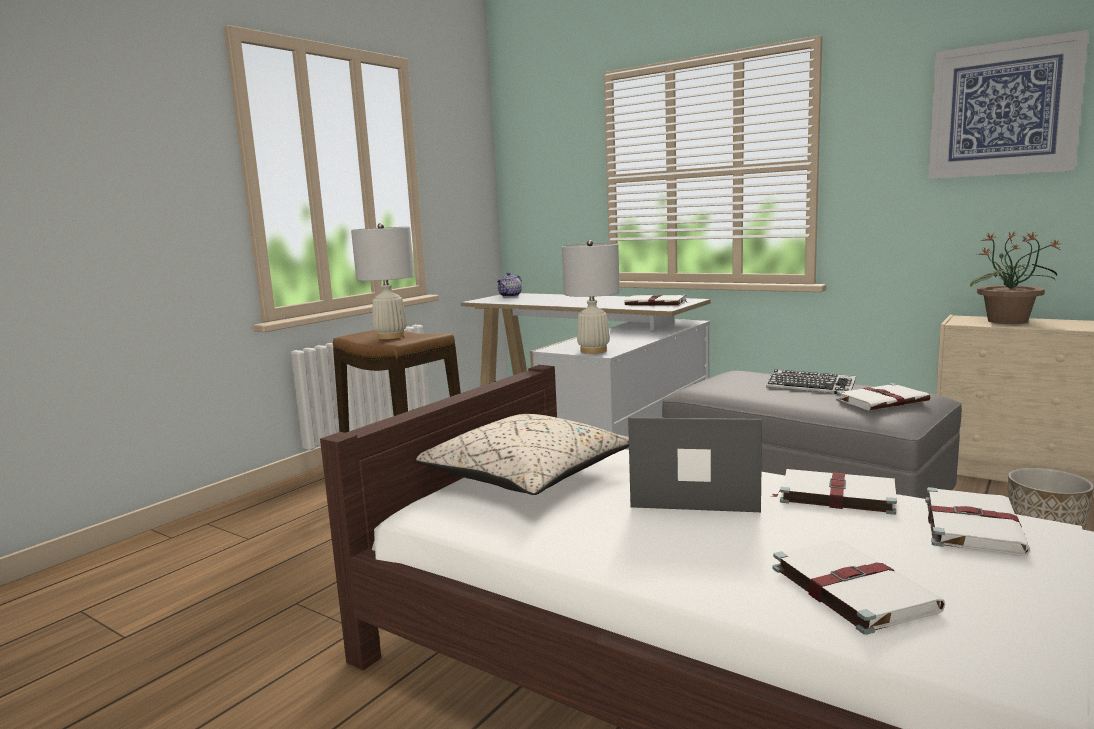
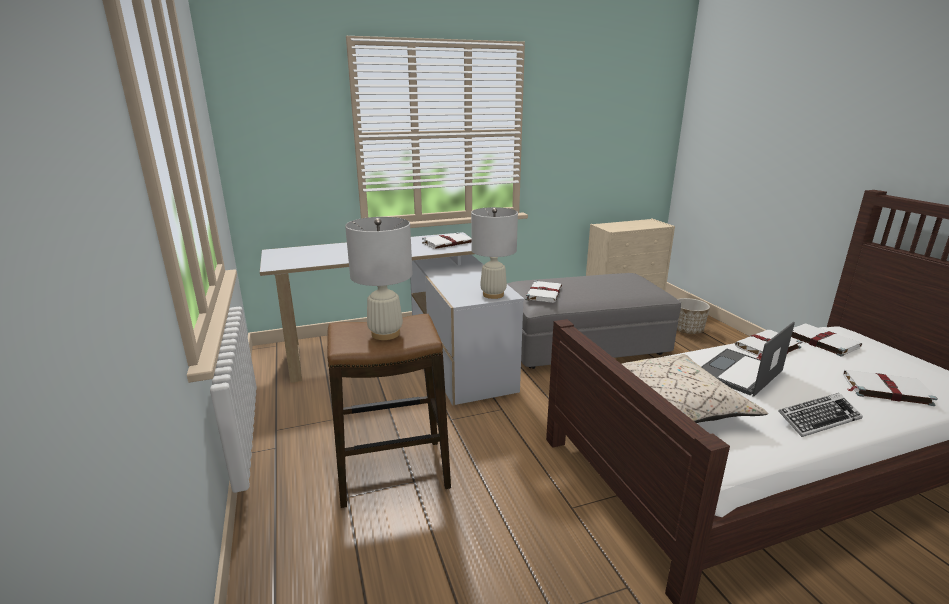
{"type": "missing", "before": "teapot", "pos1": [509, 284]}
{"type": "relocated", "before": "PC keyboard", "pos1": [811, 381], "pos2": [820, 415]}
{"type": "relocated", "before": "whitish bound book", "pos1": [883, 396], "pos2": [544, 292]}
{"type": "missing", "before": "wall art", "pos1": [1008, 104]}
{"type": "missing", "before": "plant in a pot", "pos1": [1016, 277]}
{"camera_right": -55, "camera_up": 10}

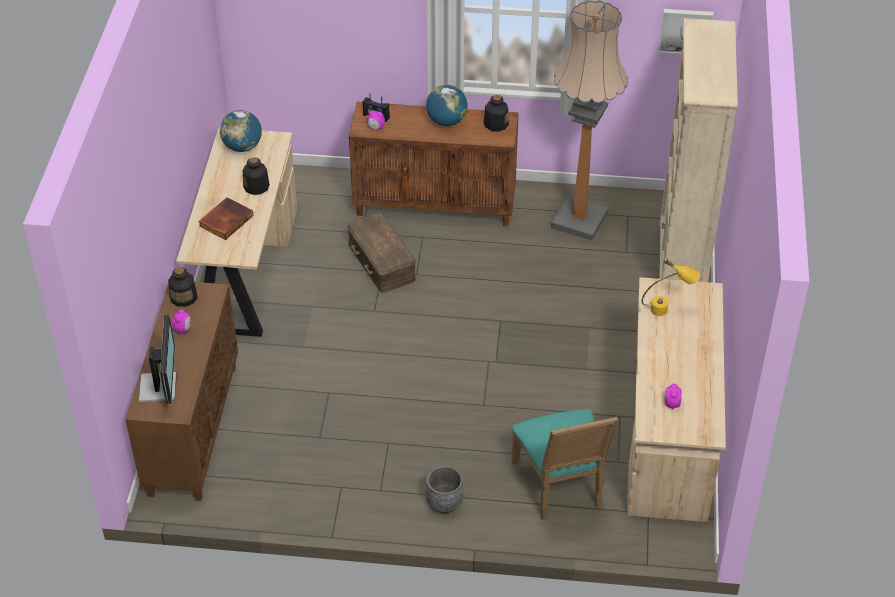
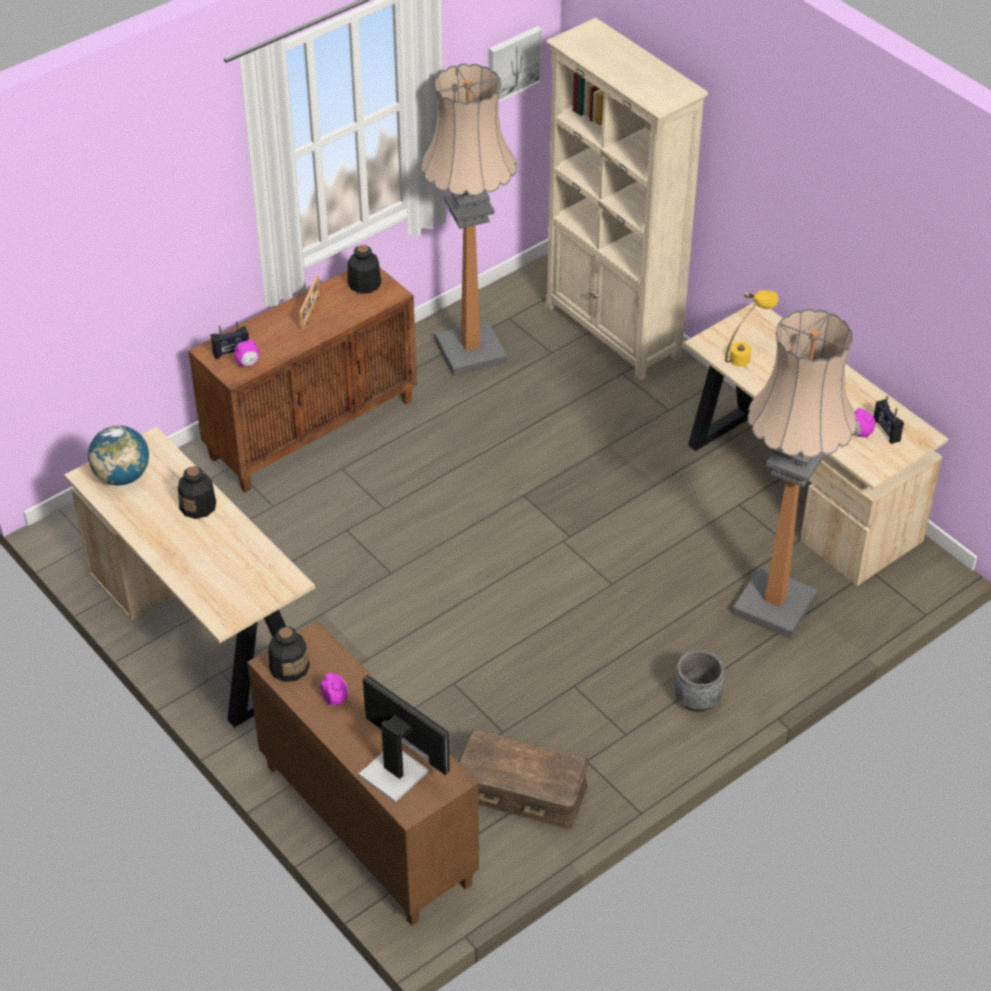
{"type": "missing", "before": "bound book", "pos1": [226, 218]}
{"type": "relocated", "before": "brown-coloured storage container", "pos1": [381, 253], "pos2": [523, 779]}
{"type": "exchanged", "before": "desk globe", "after": "picture frame", "pos1": [446, 105], "pos2": [309, 303]}
{"type": "exchanged", "before": "blue-green plain chair", "after": "floor lamp", "pos1": [565, 464], "pos2": [794, 474]}
{"type": "appeared", "after": "radio receiver", "pos2": [888, 420]}
{"camera_right": -45, "camera_up": 0}

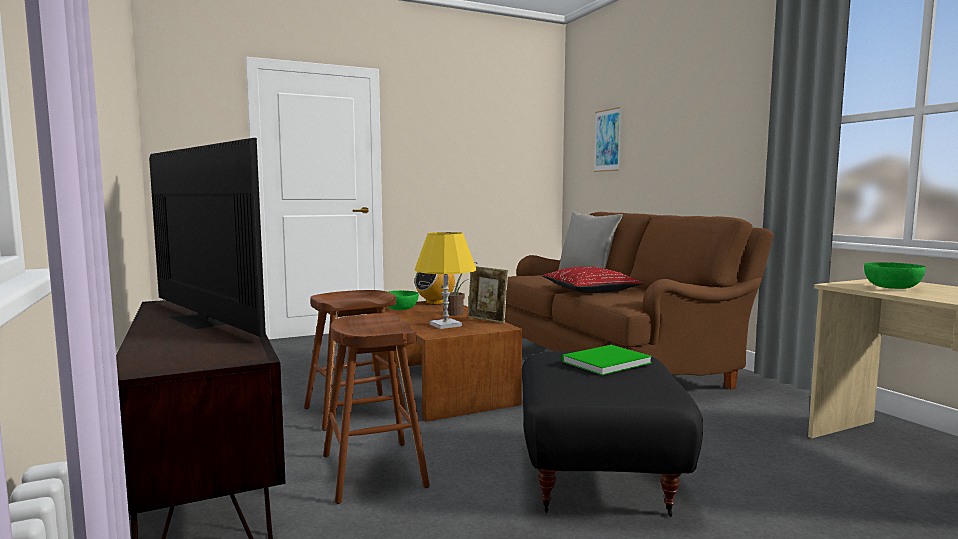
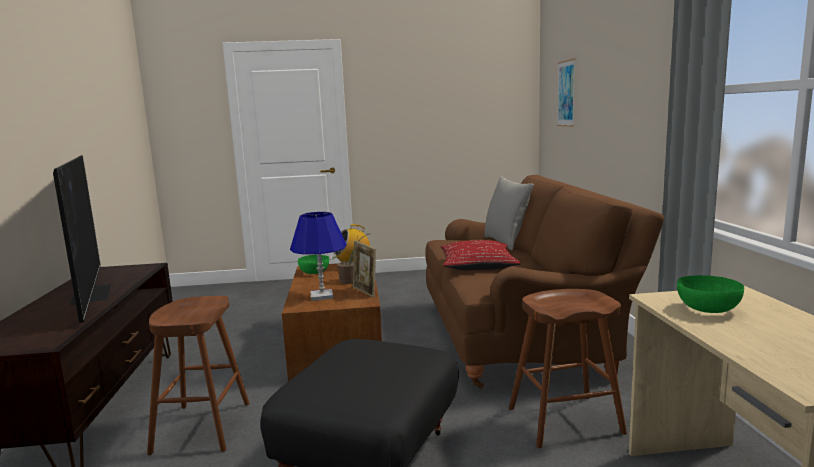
{"type": "relocated", "before": "brown-coloured stool", "pos1": [355, 360], "pos2": [568, 368]}
{"type": "colour", "before": "yellow lamp for a table", "after": "blue-coloured lamp for a table", "pos1": [445, 280], "pos2": [318, 256]}
{"type": "missing", "before": "green bound book", "pos1": [606, 360]}
{"camera_right": 20, "camera_up": 5}

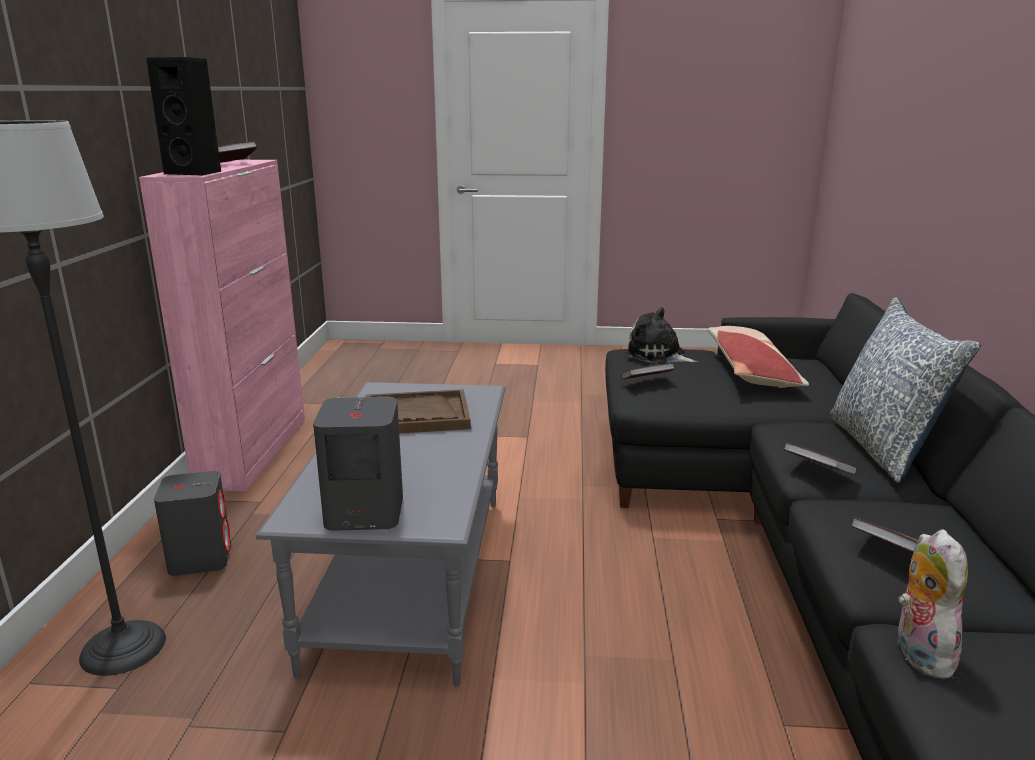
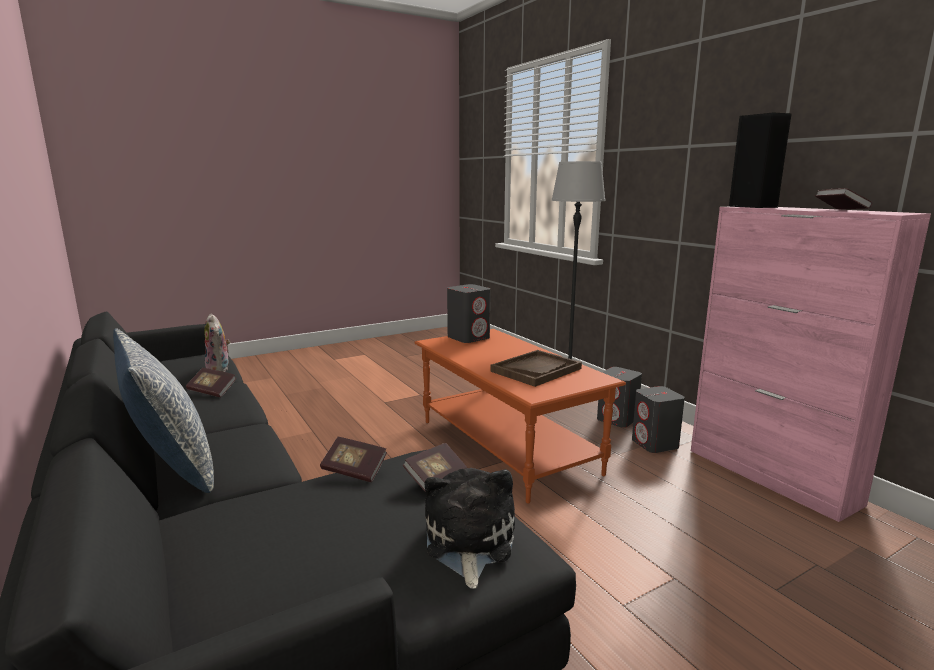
{"type": "colour", "before": "greyish coffee table", "after": "orange-coloured coffee table", "pos1": [380, 534], "pos2": [520, 416]}
{"type": "spun", "before": "soft toy", "pos1": [661, 335], "pos2": [470, 528], "turn": -90}
{"type": "missing", "before": "cushion", "pos1": [758, 357]}
{"type": "relocated", "before": "bound book", "pos1": [821, 458], "pos2": [353, 459]}
{"type": "appeared", "after": "greyish speaker", "pos2": [658, 419]}
{"camera_right": 145, "camera_up": -5}

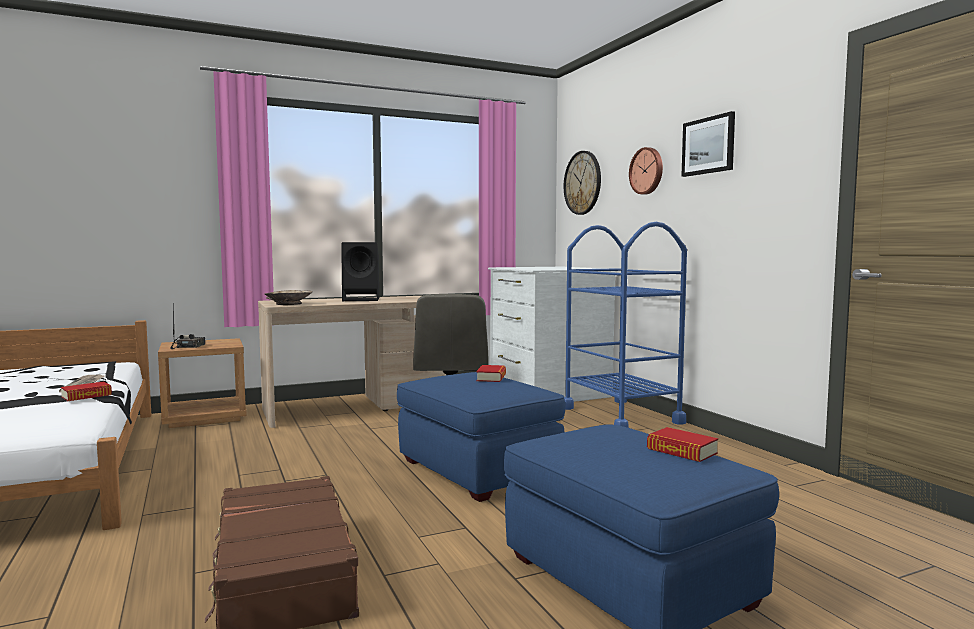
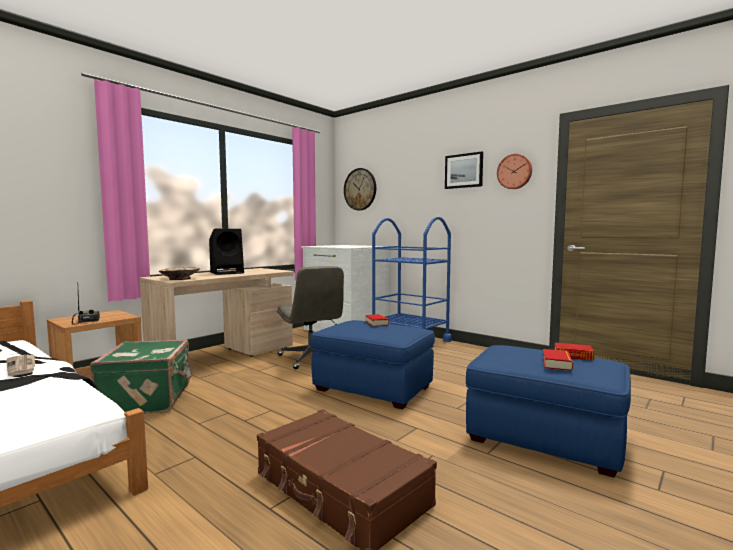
{"type": "relocated", "before": "bound book", "pos1": [86, 391], "pos2": [558, 360]}
{"type": "relocated", "before": "clock on the wall", "pos1": [646, 171], "pos2": [514, 171]}
{"type": "appeared", "after": "green piece of luggage", "pos2": [141, 377]}
{"camera_right": -25, "camera_up": 0}

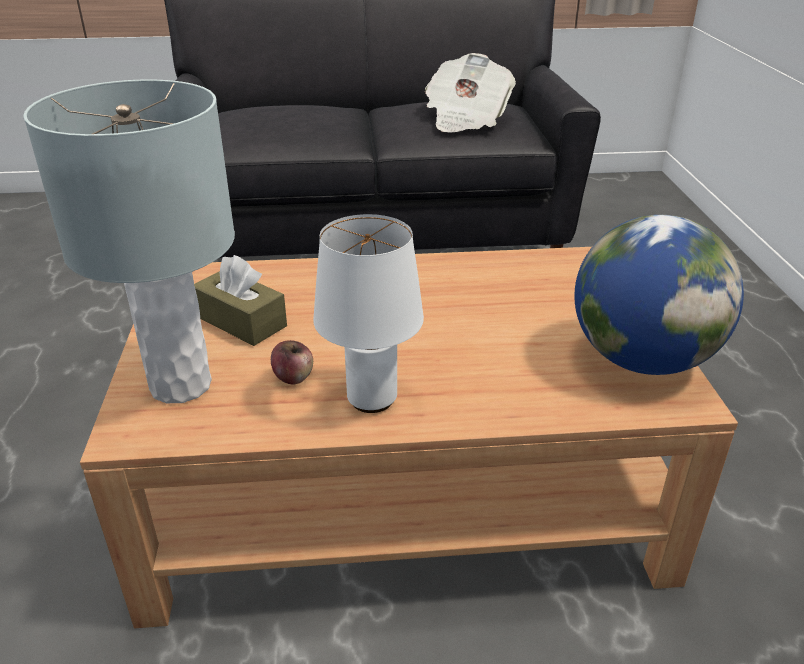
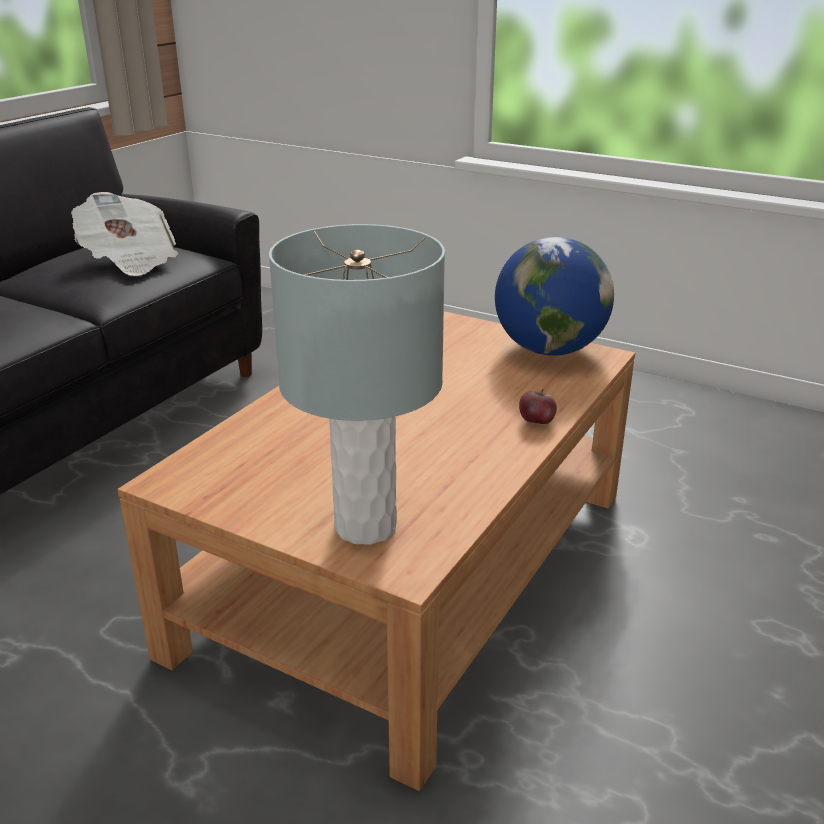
{"type": "missing", "before": "brown-coloured tissue holder", "pos1": [240, 300]}
{"type": "relocated", "before": "apple fruit", "pos1": [292, 362], "pos2": [538, 406]}
{"type": "missing", "before": "whitish lamp for a table", "pos1": [368, 313]}
{"camera_right": -55, "camera_up": -5}

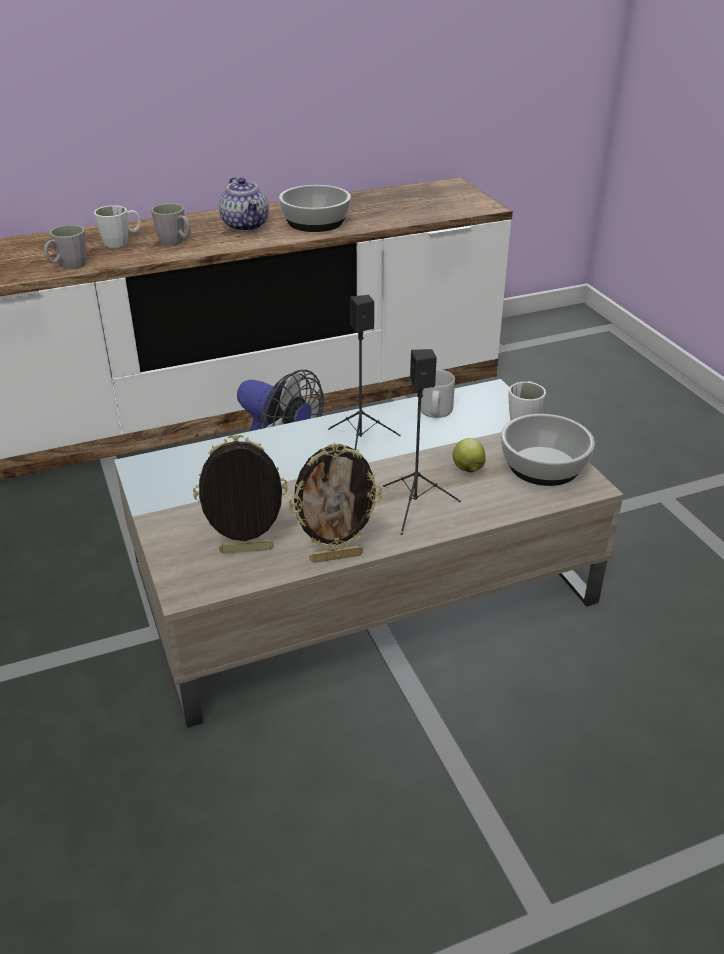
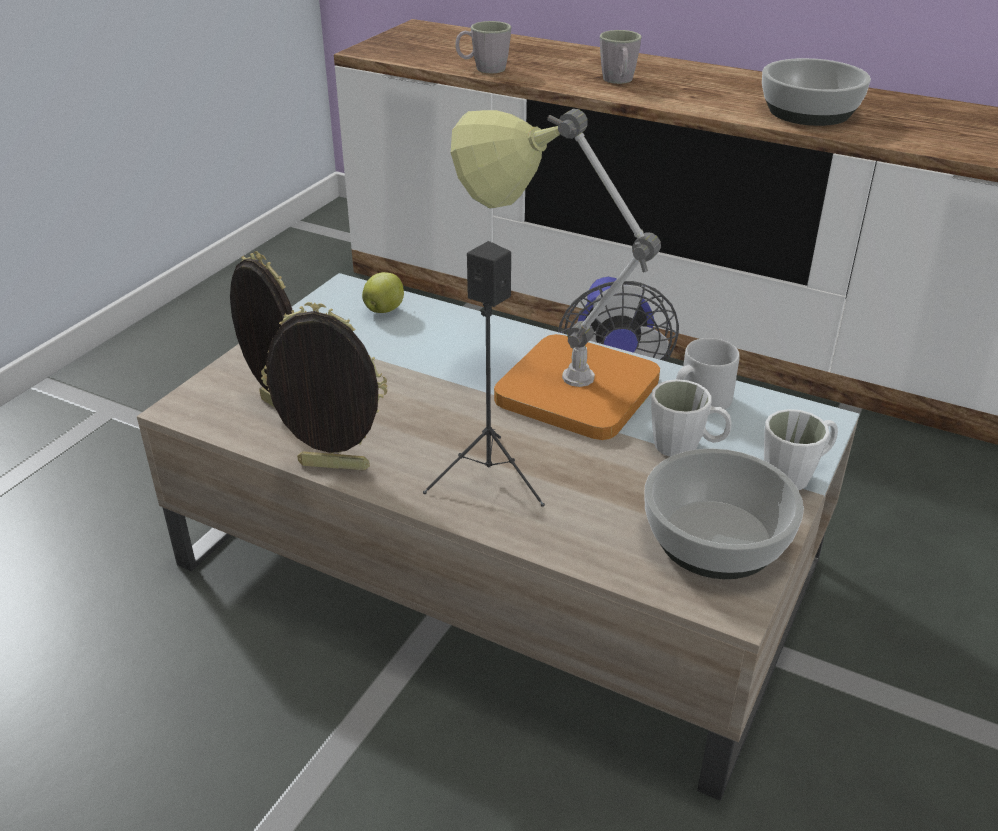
{"type": "relocated", "before": "whitish tea mug", "pos1": [117, 226], "pos2": [691, 418]}
{"type": "missing", "before": "teapot", "pos1": [244, 204]}
{"type": "spun", "before": "picture frame", "pos1": [335, 503], "pos2": [324, 386], "turn": 150}
{"type": "exchanged", "before": "blackish speaker", "after": "lamp for a table", "pos1": [364, 372], "pos2": [556, 274]}
{"type": "relocated", "before": "apple fruit", "pos1": [469, 455], "pos2": [383, 292]}
{"camera_right": 50, "camera_up": 0}

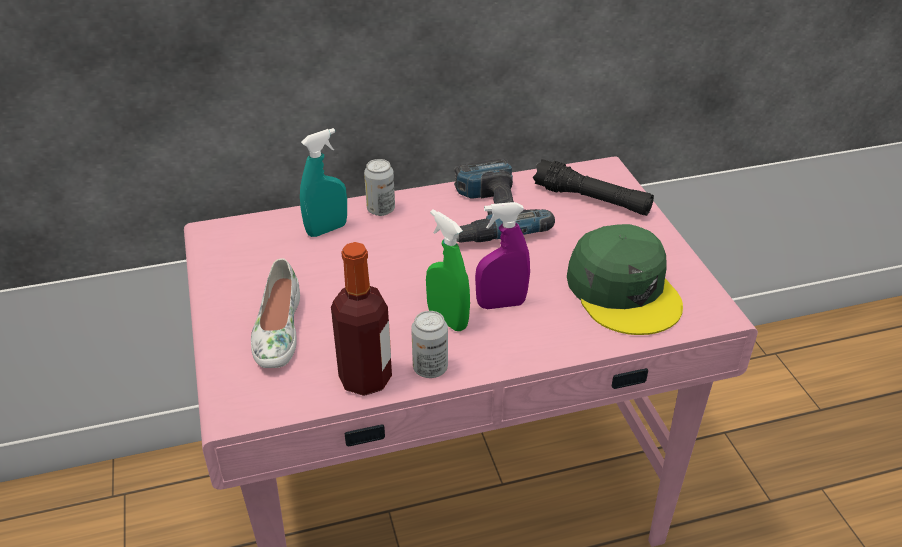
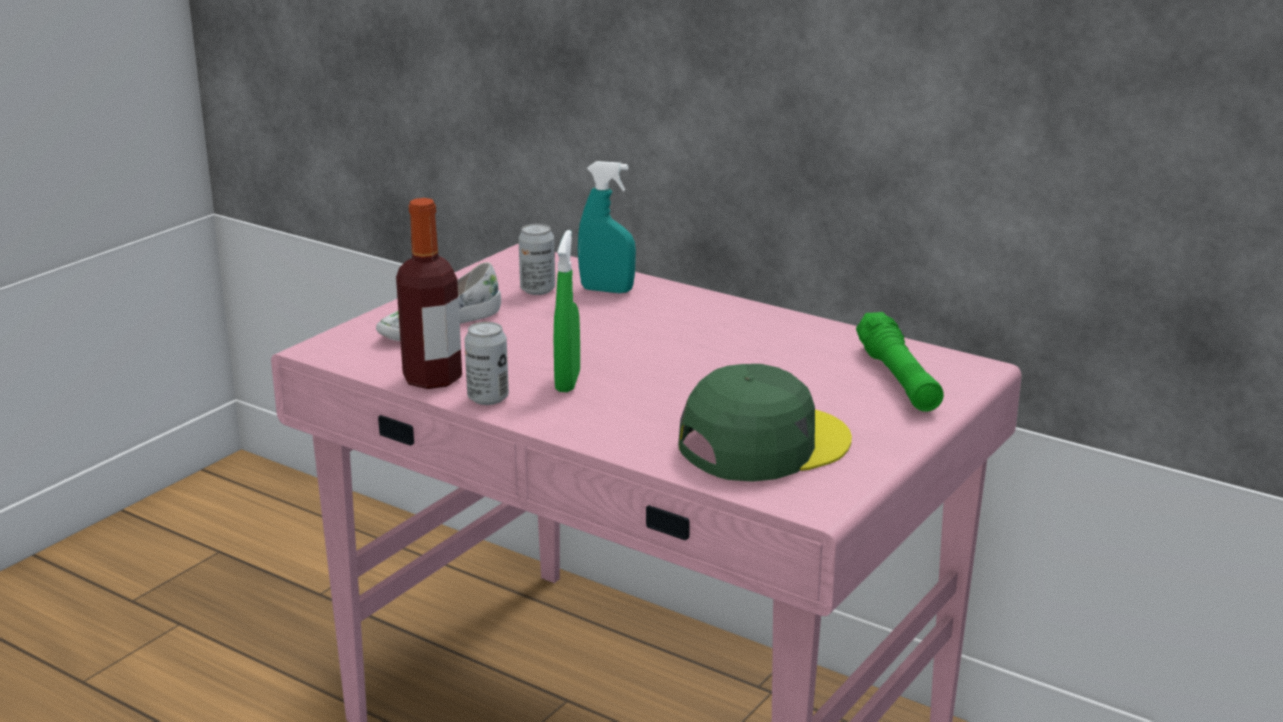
{"type": "relocated", "before": "metal can", "pos1": [379, 187], "pos2": [536, 259]}
{"type": "missing", "before": "drill", "pos1": [504, 201]}
{"type": "missing", "before": "purple-coloured sprayer", "pos1": [502, 255]}
{"type": "colour", "before": "blackish hand torch", "after": "green hand torch", "pos1": [593, 187], "pos2": [900, 362]}
{"type": "spun", "before": "green baseball cap", "pos1": [625, 279], "pos2": [765, 423], "turn": -150}
{"camera_right": 50, "camera_up": -15}

